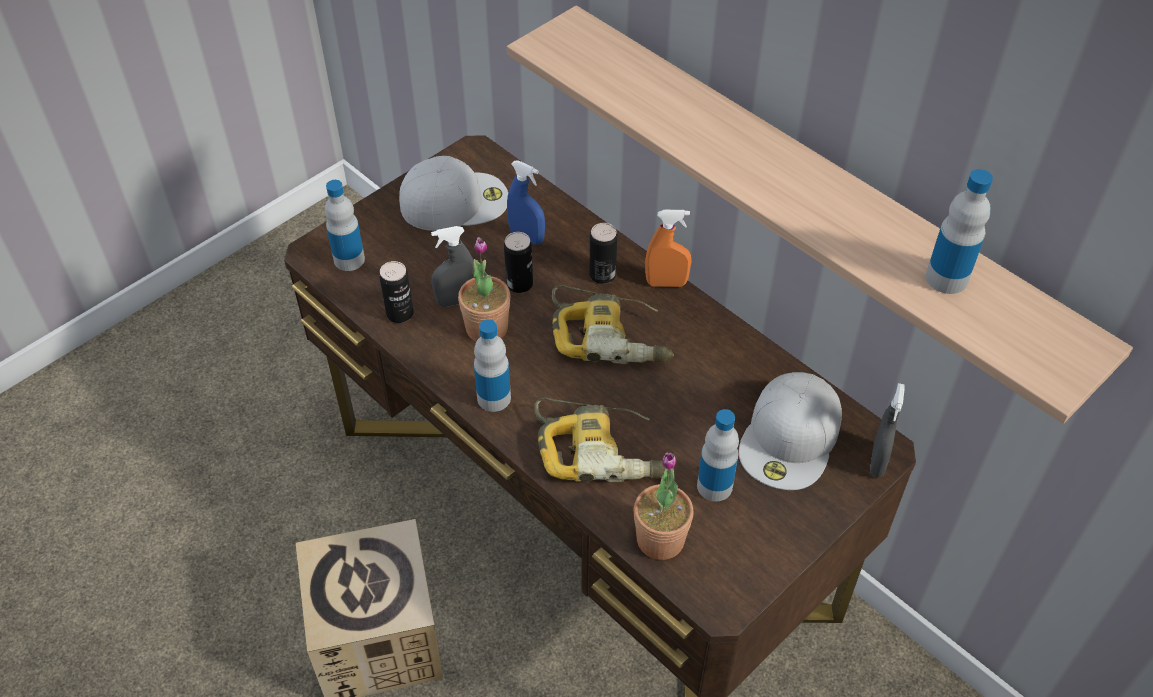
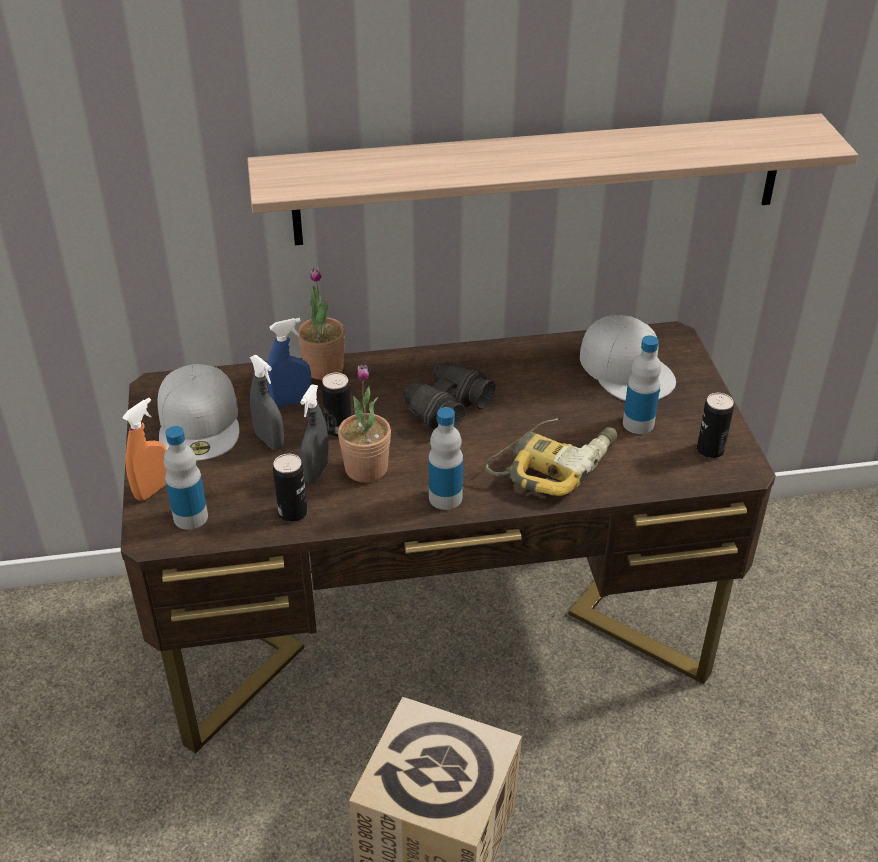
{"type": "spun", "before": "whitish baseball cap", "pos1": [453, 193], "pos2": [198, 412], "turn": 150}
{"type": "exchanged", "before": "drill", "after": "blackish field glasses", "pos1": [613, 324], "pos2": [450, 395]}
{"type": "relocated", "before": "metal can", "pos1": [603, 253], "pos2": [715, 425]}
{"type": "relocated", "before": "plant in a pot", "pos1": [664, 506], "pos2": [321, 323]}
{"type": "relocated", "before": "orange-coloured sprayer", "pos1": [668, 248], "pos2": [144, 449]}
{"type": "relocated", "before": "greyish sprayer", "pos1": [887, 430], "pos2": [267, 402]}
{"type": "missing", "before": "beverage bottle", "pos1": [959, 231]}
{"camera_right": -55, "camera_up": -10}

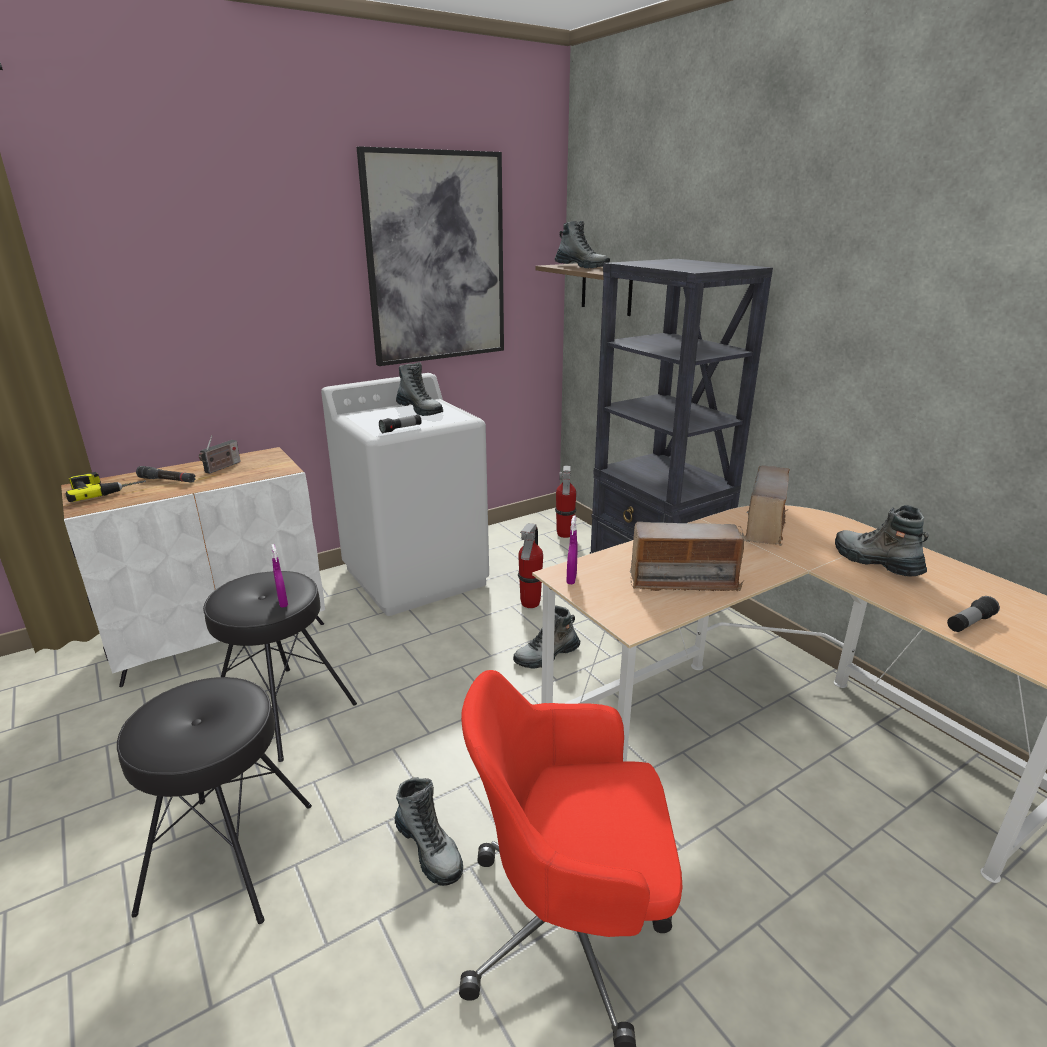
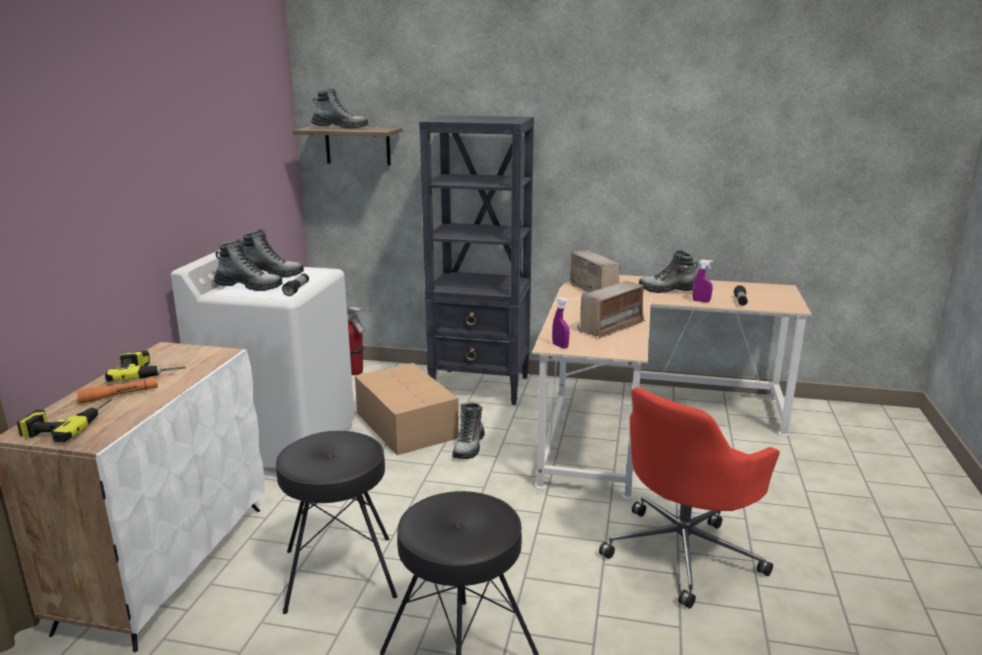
{"type": "colour", "before": "blackish hand torch", "after": "orange-coloured hand torch", "pos1": [166, 474], "pos2": [117, 390]}
{"type": "exchanged", "before": "radio receiver", "after": "drill", "pos1": [220, 454], "pos2": [145, 366]}
{"type": "relocated", "before": "purple-coloured sprayer", "pos1": [279, 576], "pos2": [702, 281]}
{"type": "missing", "before": "wall art", "pos1": [430, 256]}
{"type": "relocated", "before": "high-top boot", "pos1": [429, 831], "pos2": [248, 265]}
{"type": "exchanged", "before": "extinguisher", "after": "cardboard box", "pos1": [530, 565], "pos2": [407, 409]}
{"camera_right": -45, "camera_up": -5}

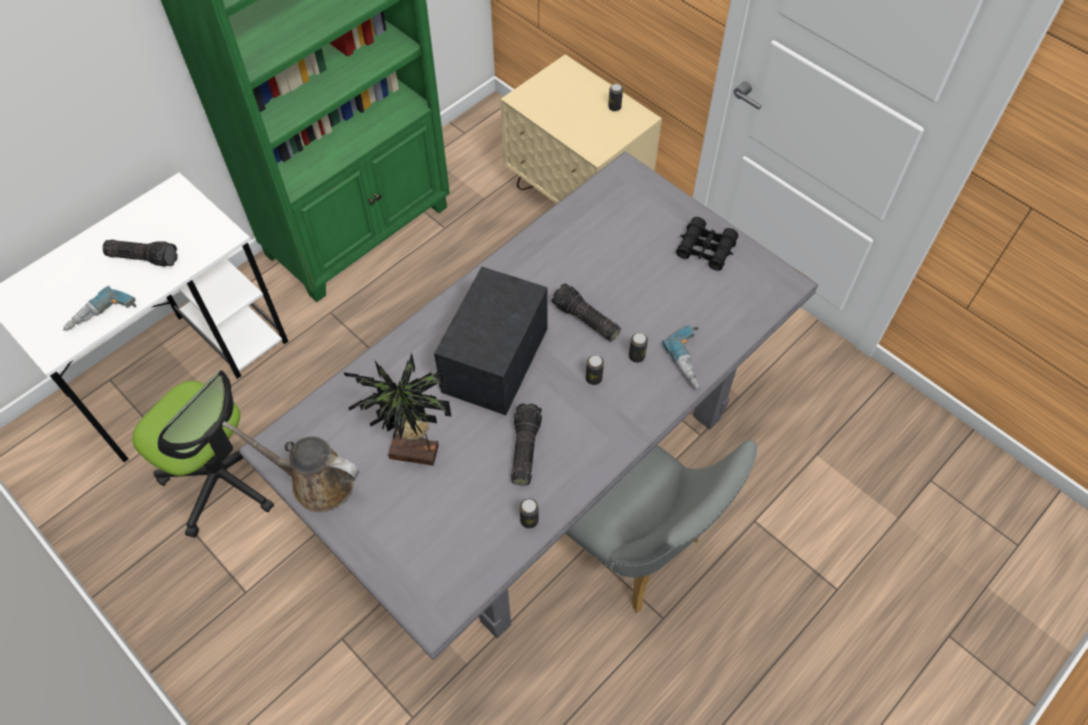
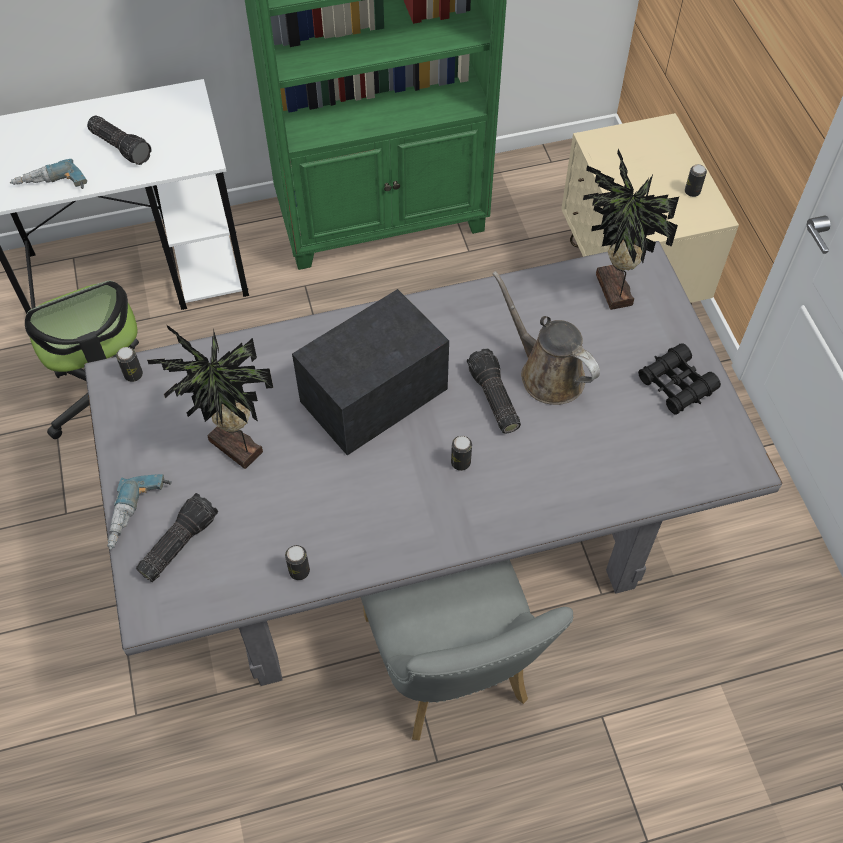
{"type": "relocated", "before": "brown-coloured sprinkling can", "pos1": [291, 466], "pos2": [546, 338]}
{"type": "relocated", "before": "hand torch", "pos1": [526, 444], "pos2": [177, 537]}
{"type": "relocated", "before": "metal can", "pos1": [638, 348], "pos2": [129, 364]}
{"type": "relocated", "before": "drill", "pos1": [681, 357], "pos2": [140, 512]}
{"type": "appeared", "after": "plant in a pot", "pos2": [631, 229]}
{"camera_right": 30, "camera_up": 0}

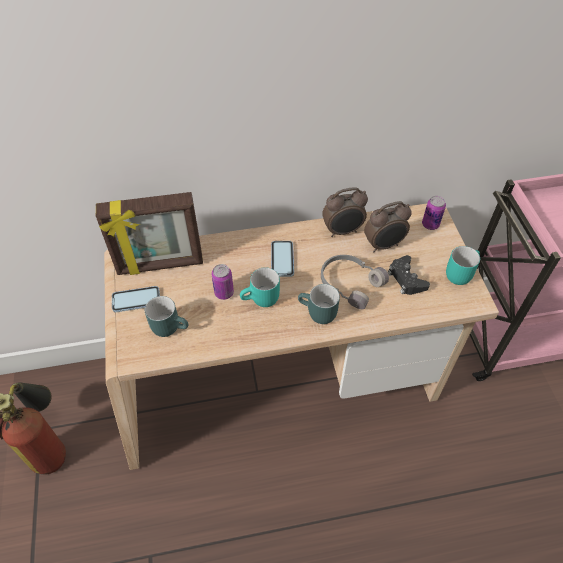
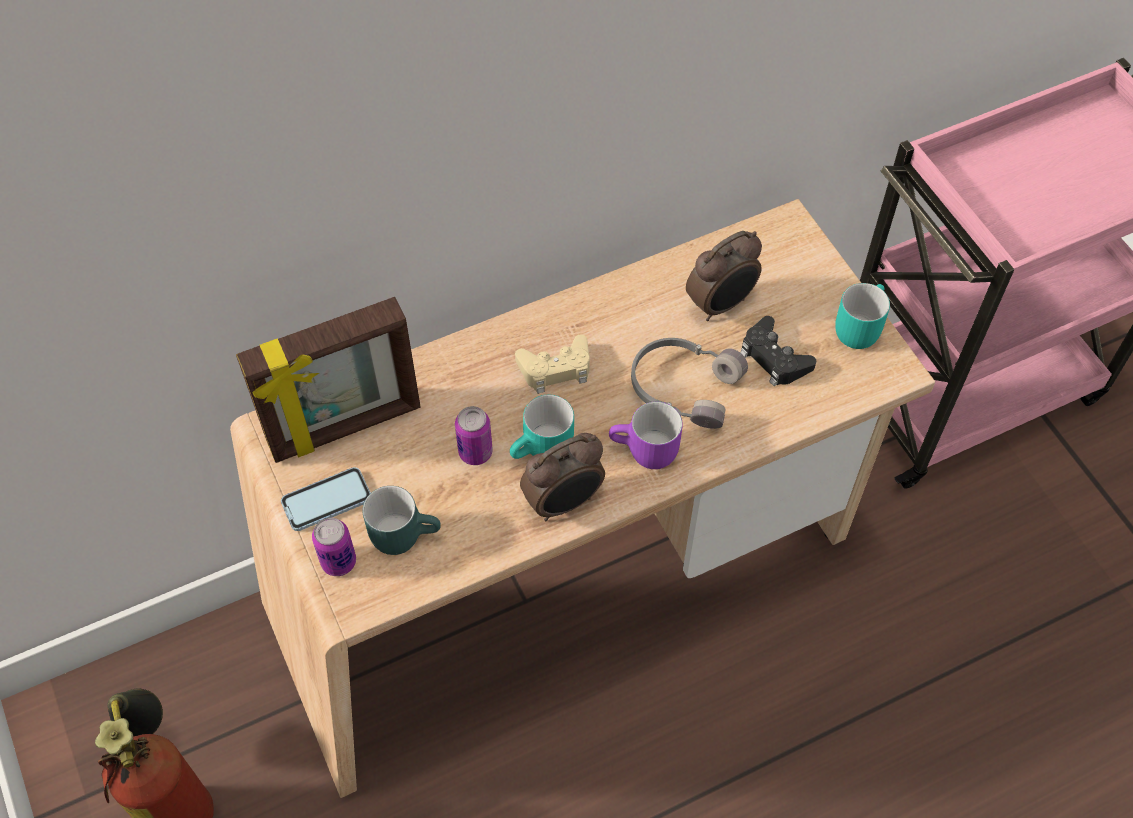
{"type": "exchanged", "before": "phone", "after": "sand-coloured game controller", "pos1": [282, 259], "pos2": [552, 364]}
{"type": "colour", "before": "blue-green tea mug", "after": "purple-coloured tea mug", "pos1": [319, 304], "pos2": [646, 435]}
{"type": "relocated", "before": "alarm clock", "pos1": [345, 212], "pos2": [562, 477]}
{"type": "relocated", "before": "metal can", "pos1": [434, 213], "pos2": [334, 546]}
{"camera_right": -15, "camera_up": 5}

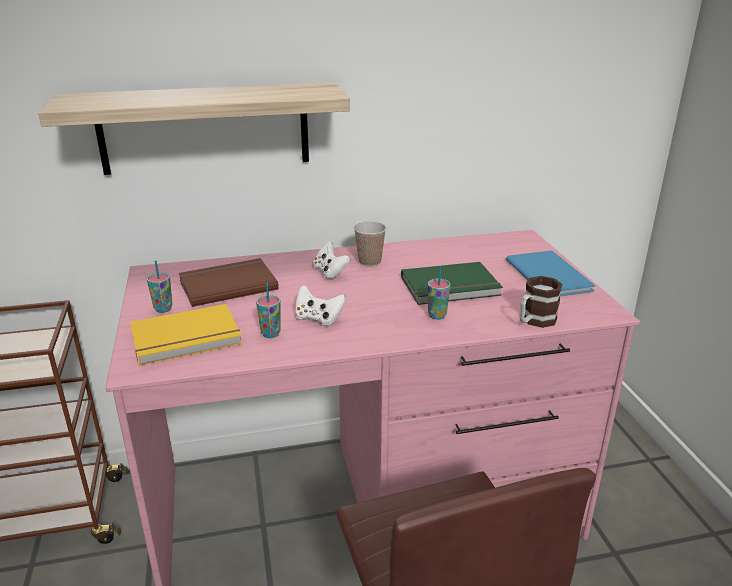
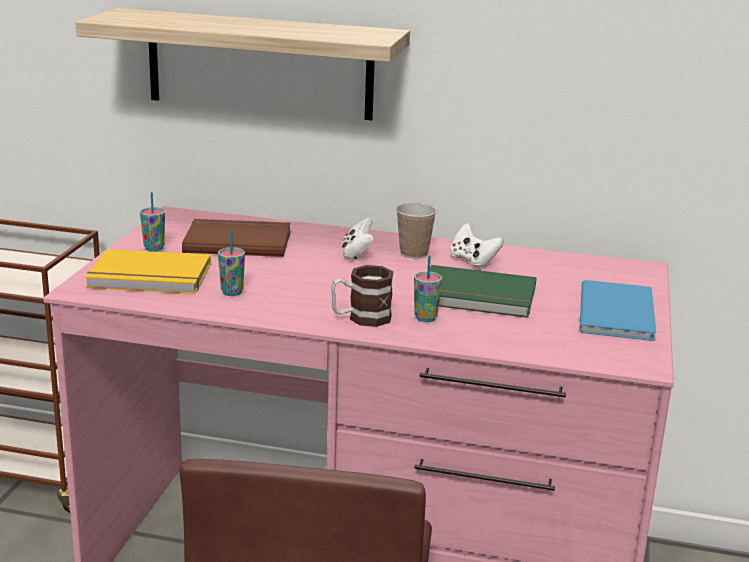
{"type": "relocated", "before": "whitish game controller", "pos1": [321, 305], "pos2": [477, 245]}
{"type": "relocated", "before": "tea mug", "pos1": [541, 302], "pos2": [362, 296]}
{"camera_right": 25, "camera_up": -5}

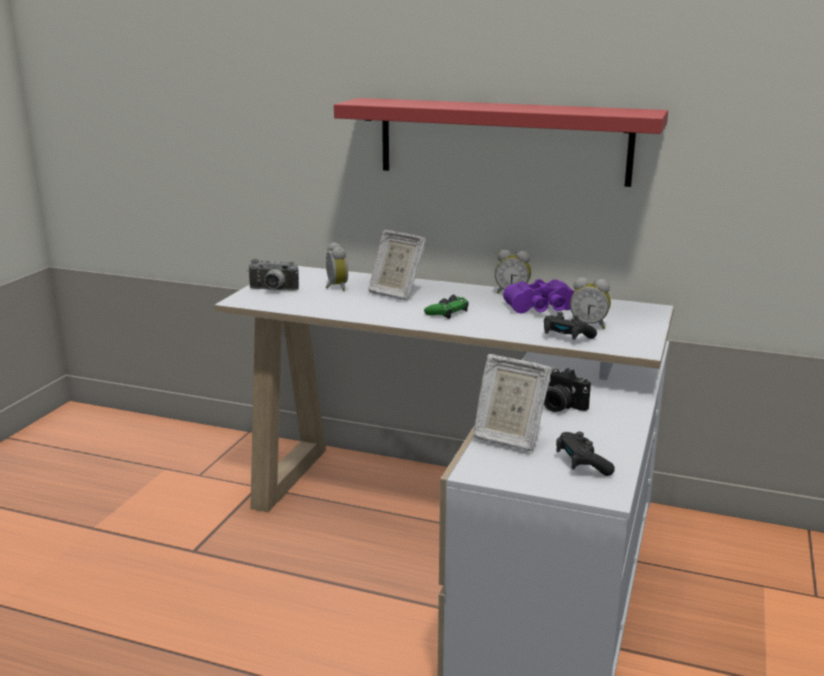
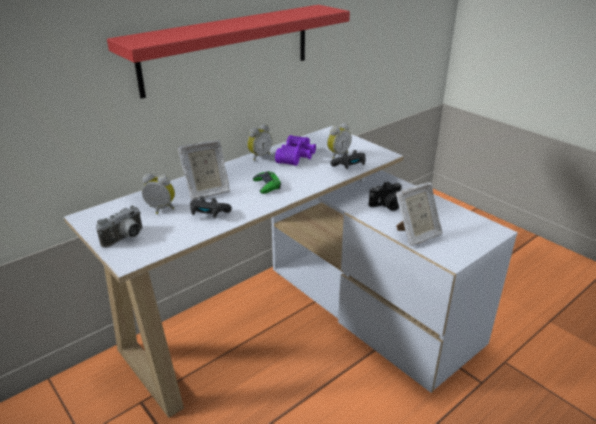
{"type": "relocated", "before": "blackish game controller", "pos1": [585, 454], "pos2": [211, 207]}
{"camera_right": -60, "camera_up": 10}

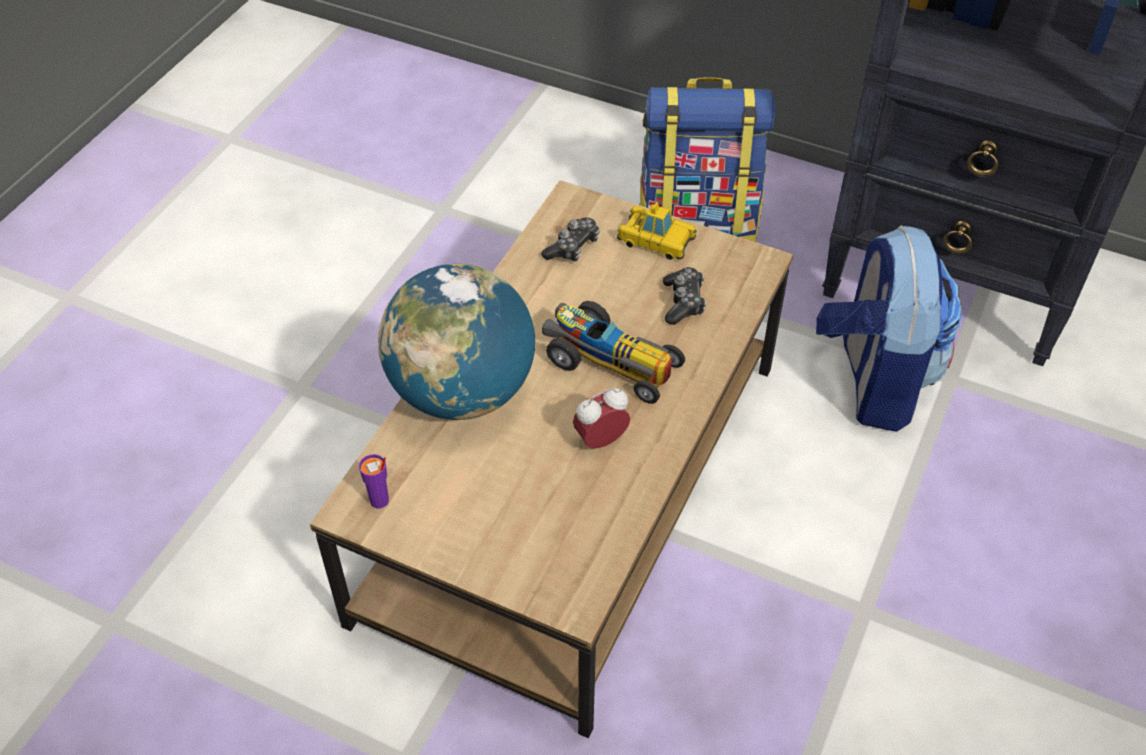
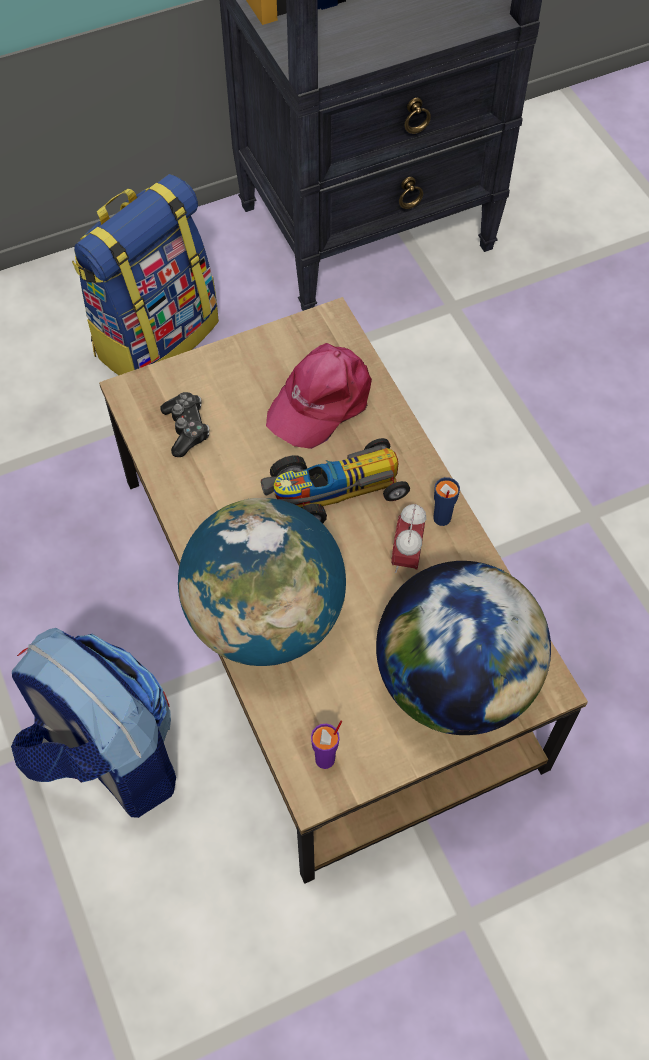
{"type": "missing", "before": "model car", "pos1": [657, 231]}
{"type": "exchanged", "before": "game controller", "after": "pink-coloured baseball cap", "pos1": [684, 296], "pos2": [319, 396]}
{"type": "relocated", "before": "knapsack", "pos1": [889, 328], "pos2": [93, 723]}
{"type": "appeared", "after": "desk globe", "pos2": [463, 648]}
{"type": "appeared", "after": "blue-coloured drinking cup", "pos2": [446, 501]}
{"camera_right": -50, "camera_up": 10}

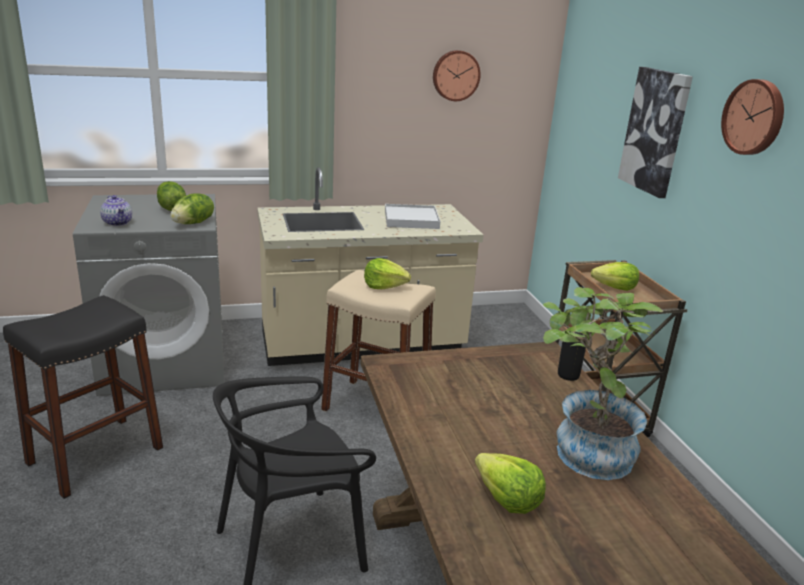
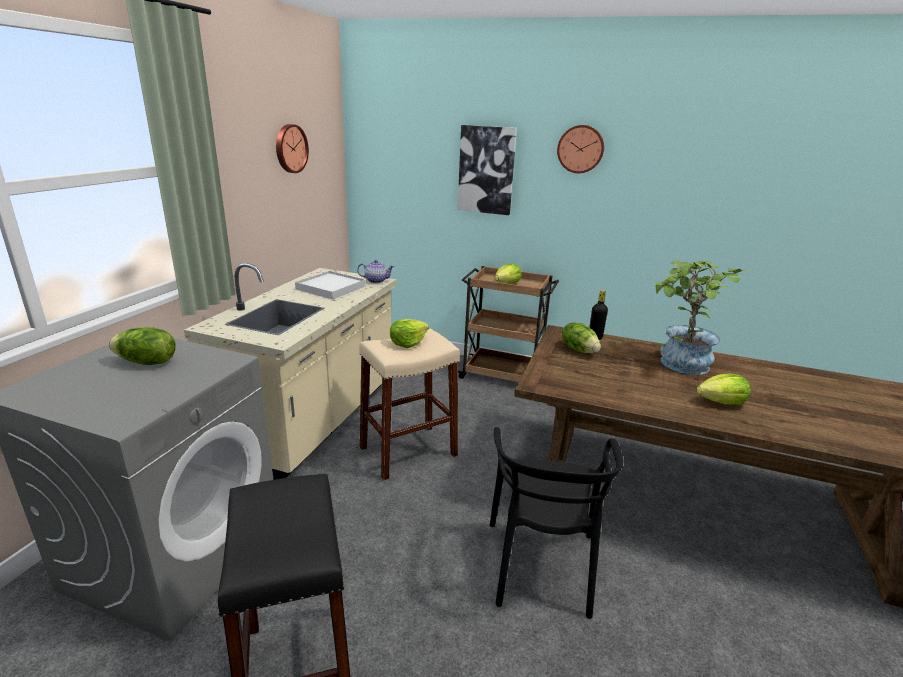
{"type": "relocated", "before": "teapot", "pos1": [116, 210], "pos2": [375, 271]}
{"type": "relocated", "before": "lettuce head", "pos1": [192, 208], "pos2": [581, 337]}
{"camera_right": -55, "camera_up": 0}

